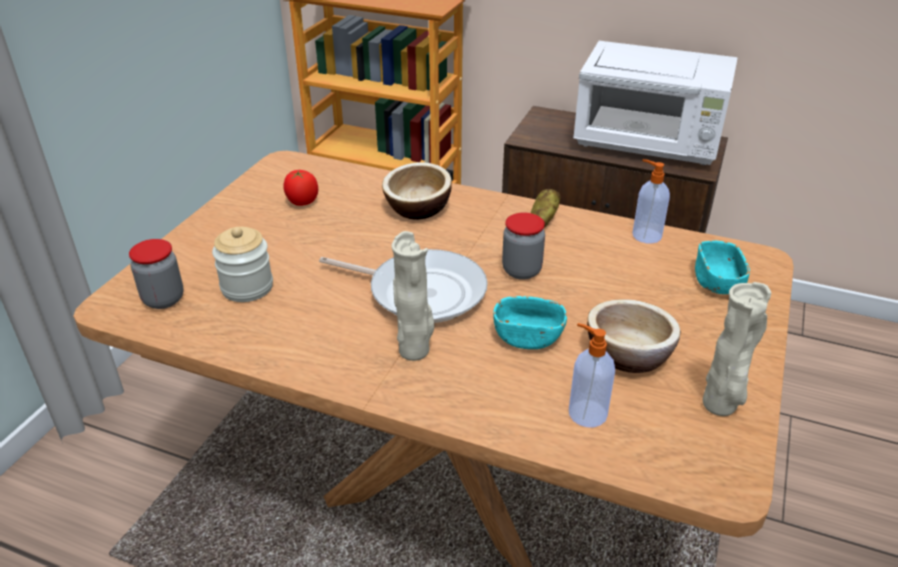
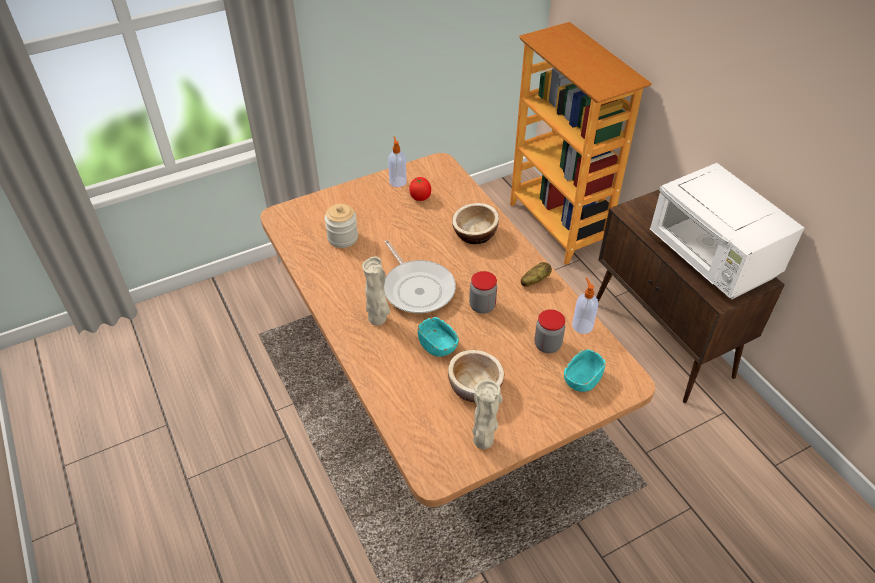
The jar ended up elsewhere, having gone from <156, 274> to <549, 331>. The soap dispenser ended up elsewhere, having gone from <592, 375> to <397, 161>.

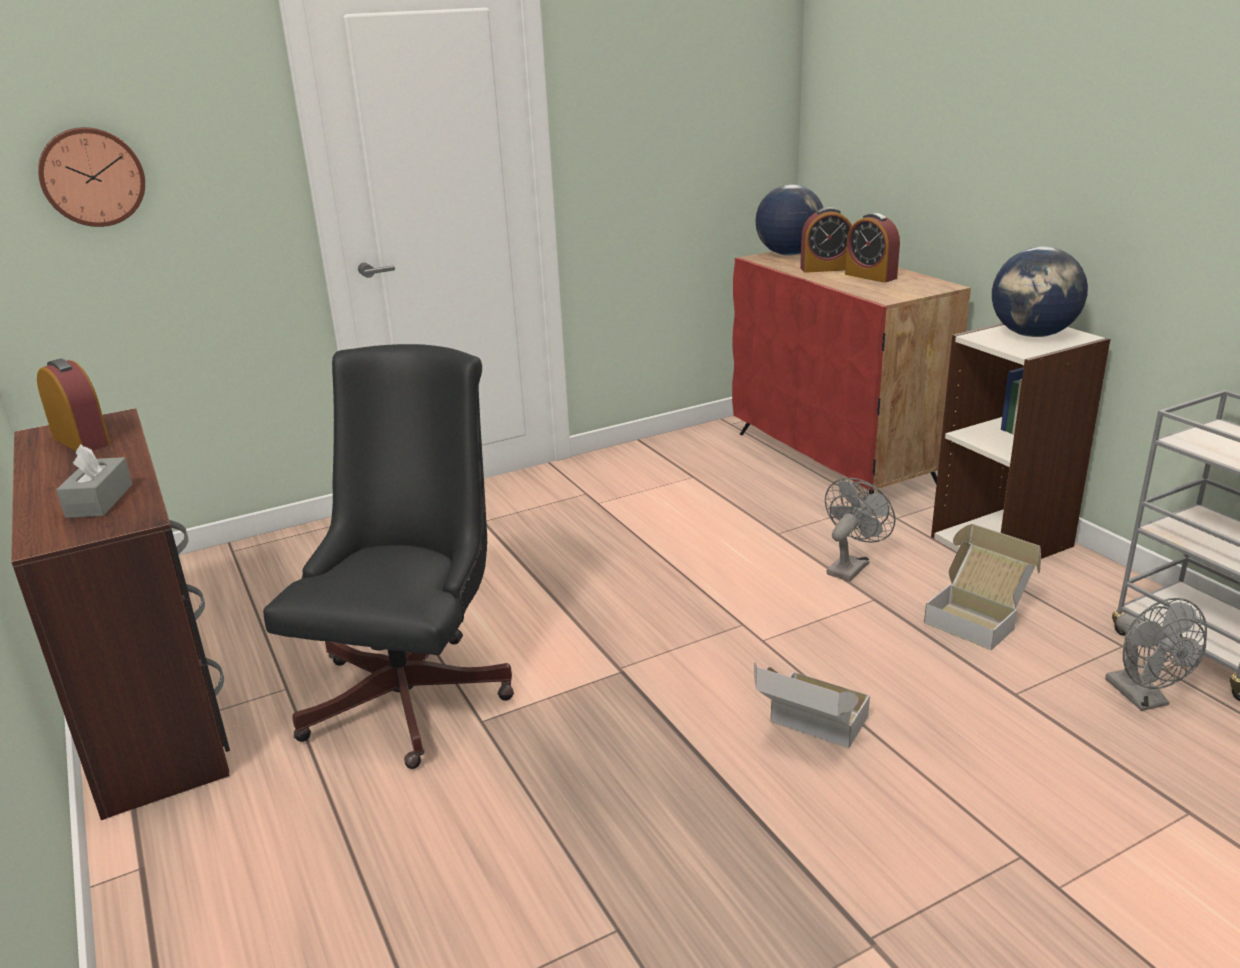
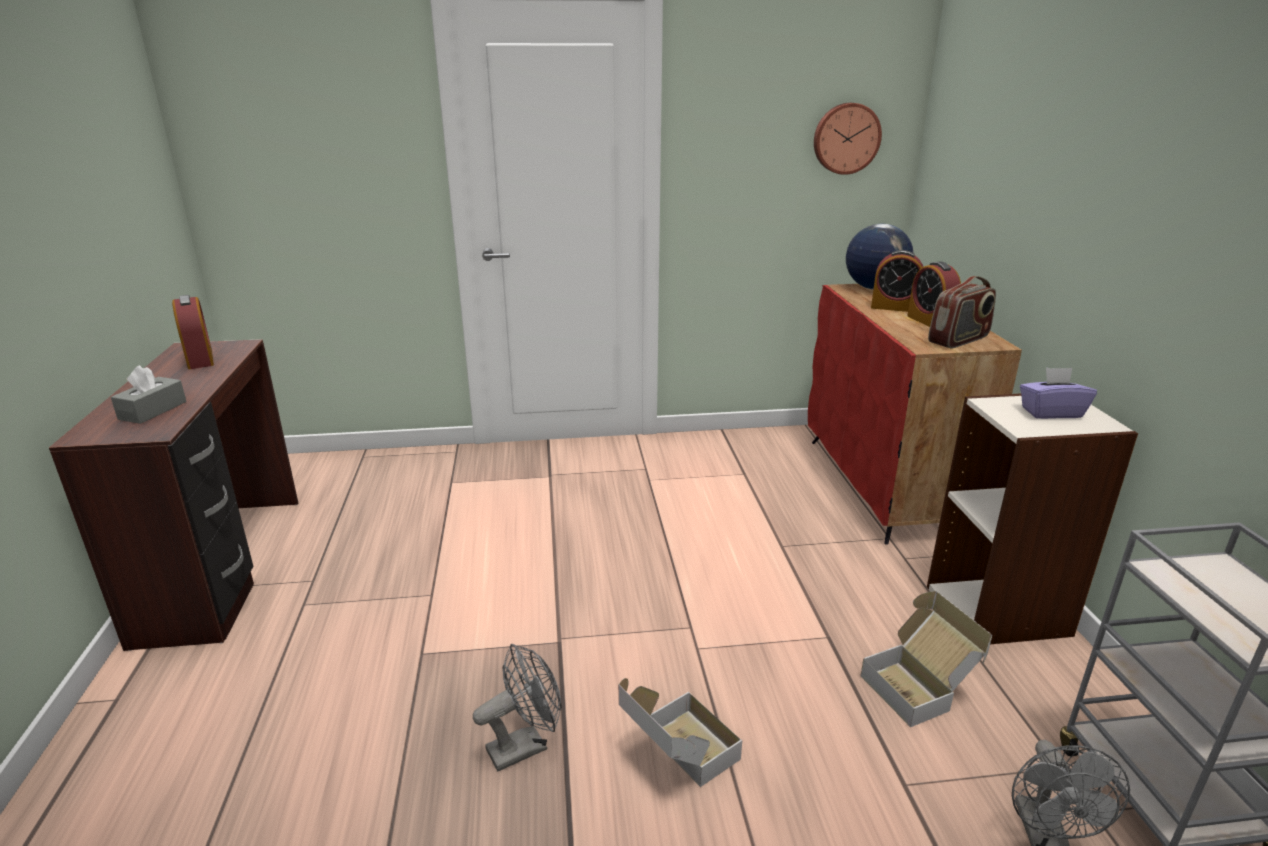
The wall clock ended up elsewhere, having gone from <91, 177> to <848, 139>. The second view lost the black office chair at <388, 556>. The grey fan ended up elsewhere, having gone from <860, 530> to <517, 707>. Where the globe stood at <1040, 292>, the purple tissue box came to stand at <1058, 393>. The second view gained the radio at <962, 312>.

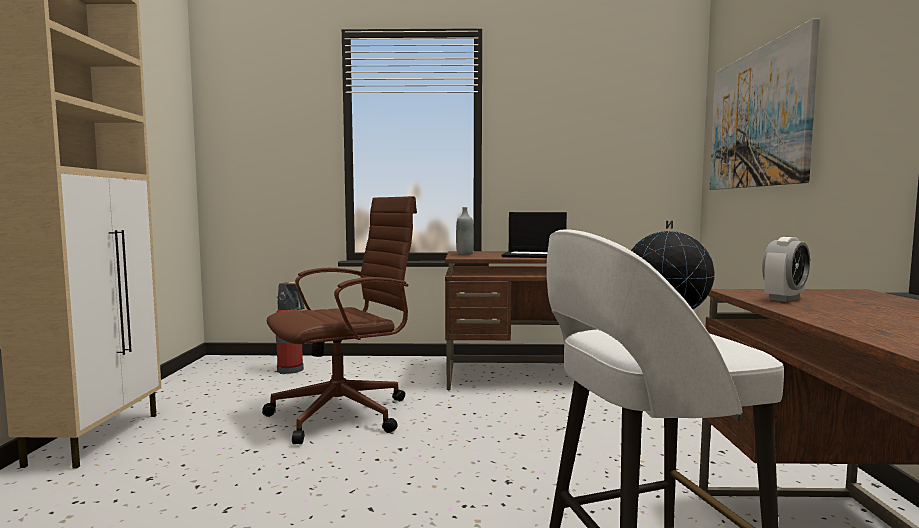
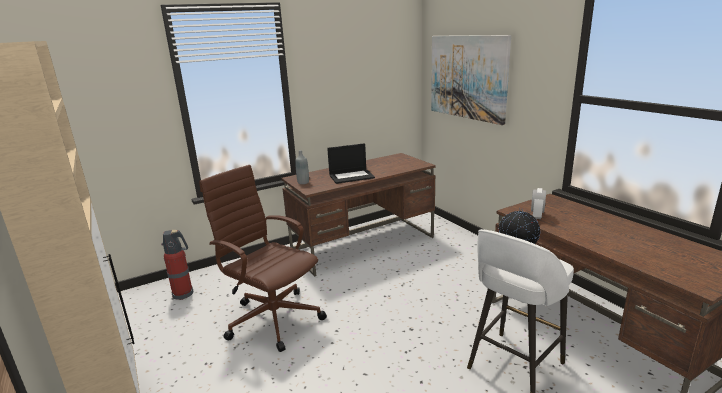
The brown office chair at <339, 320> ended up facing another way, 75 degrees counterclockwise from before.

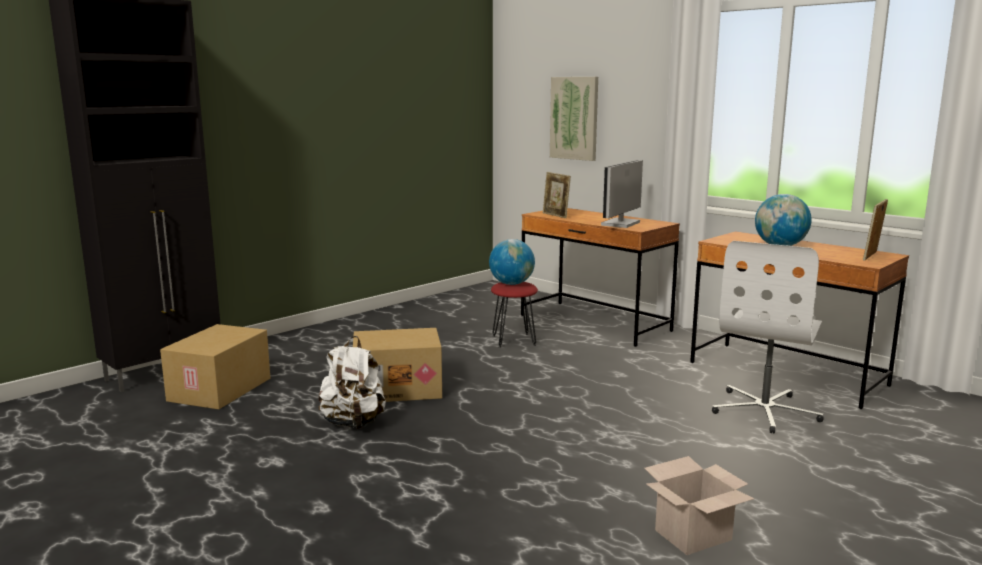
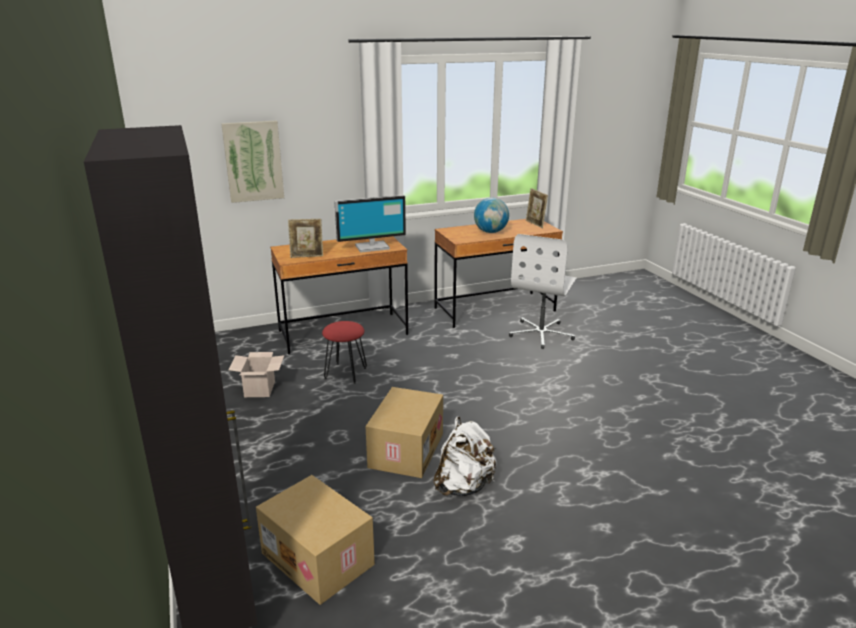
The second view lost the globe at <512, 262>. The monitor at <622, 194> ended up facing another way, 75 degrees counterclockwise from before. The cardboard box ended up elsewhere, having gone from <699, 505> to <256, 374>. The white office chair at <768, 337> ended up facing another way, 60 degrees clockwise from before.

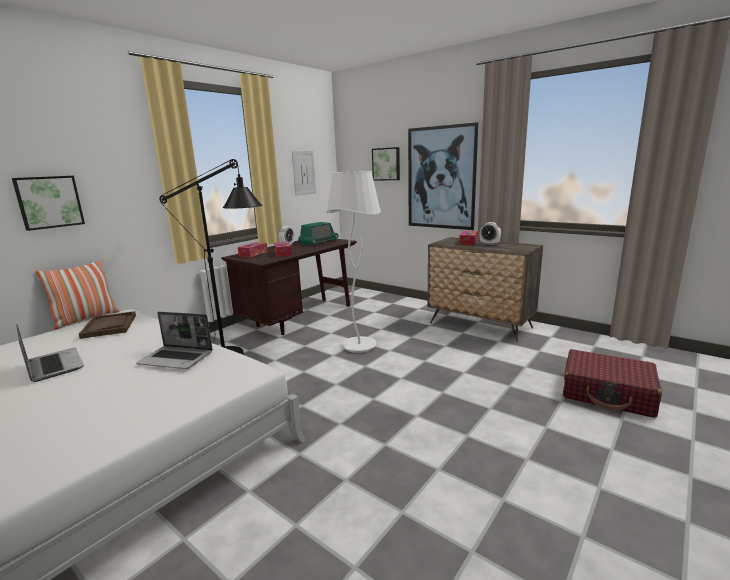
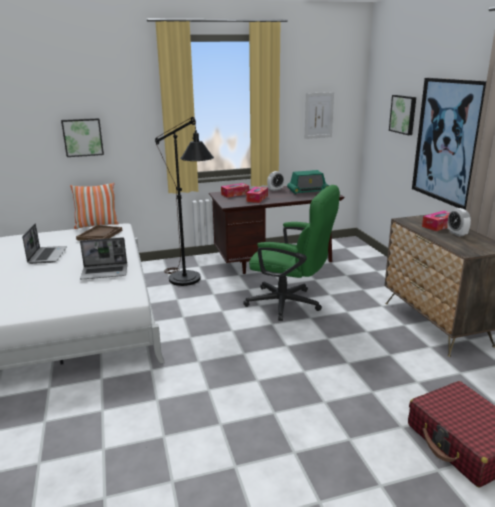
The laptop at <174, 340> ended up facing another way, 60 degrees counterclockwise from before. Where the white floor lamp stood at <354, 262>, the green office chair came to stand at <291, 253>.

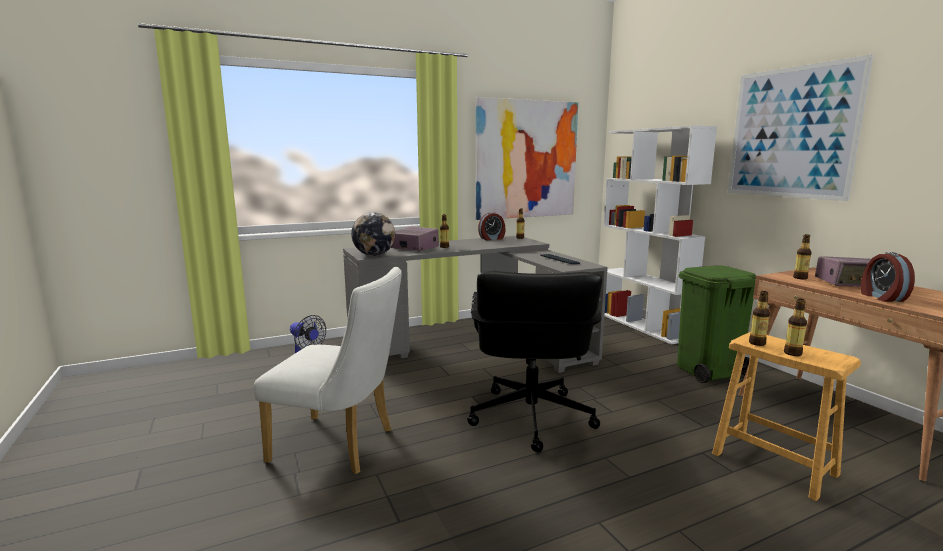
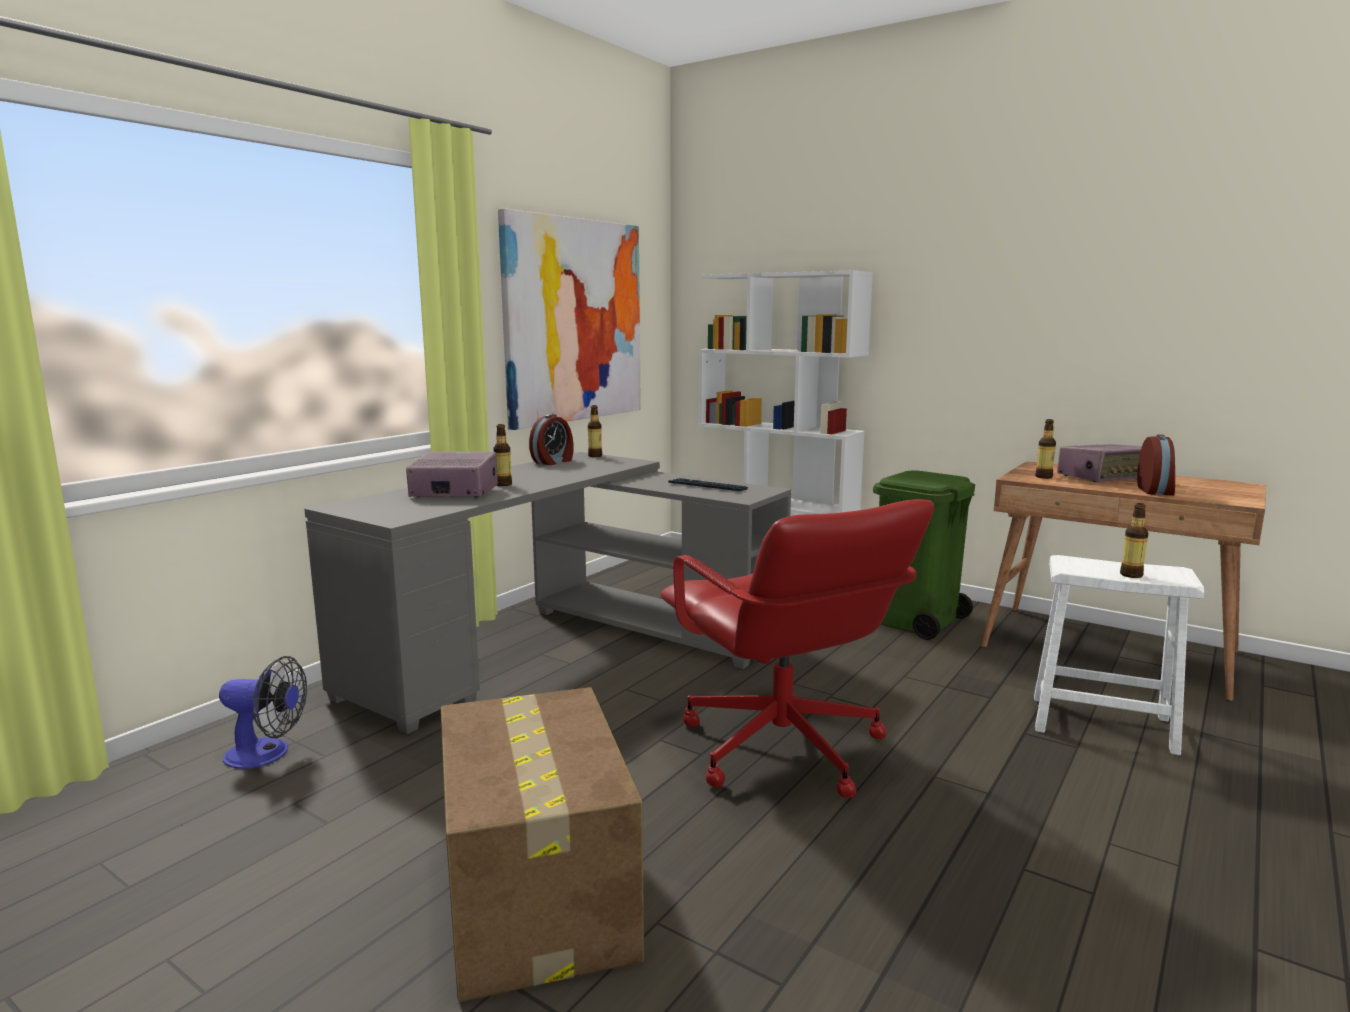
Where the white chair stood at <328, 370>, the cardboard box came to stand at <542, 844>. The second view lost the globe at <373, 234>. What was the black office chair at <534, 361> turned into the red office chair at <797, 648>. What was the brown stool at <786, 416> turned into the white stool at <1119, 655>. The second view lost the picture at <800, 128>. The second view lost the bottle at <759, 318>. The alarm clock at <888, 277> ended up facing another way, 135 degrees counterclockwise from before.

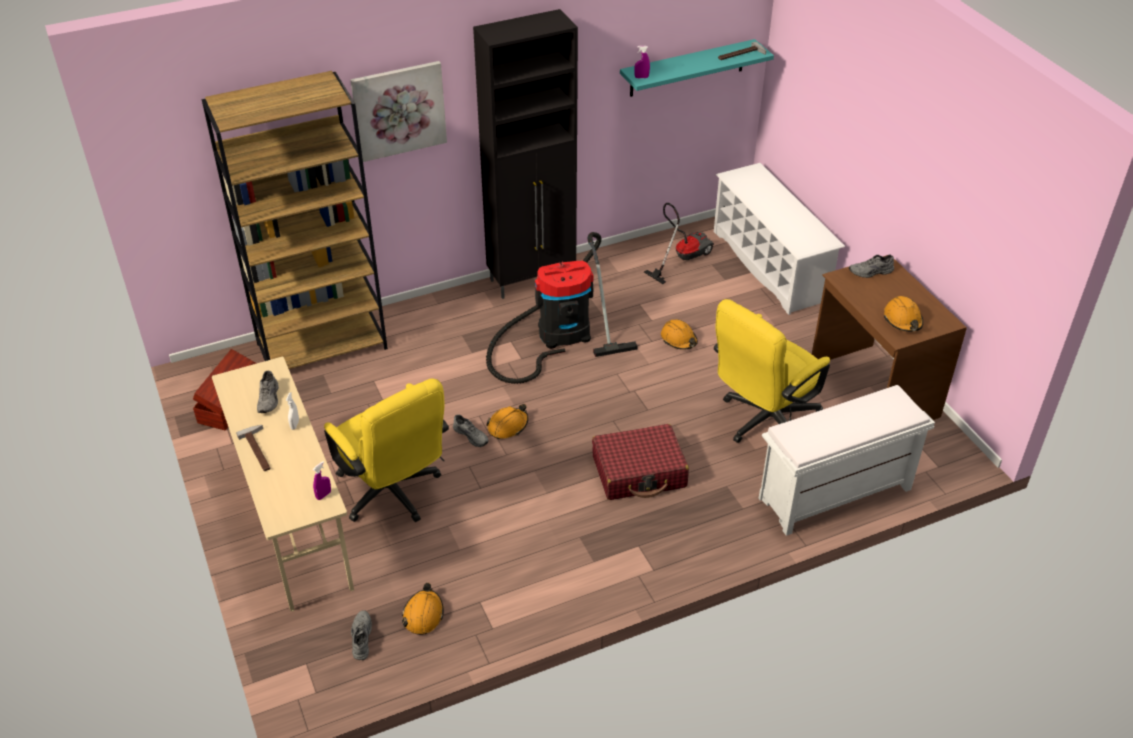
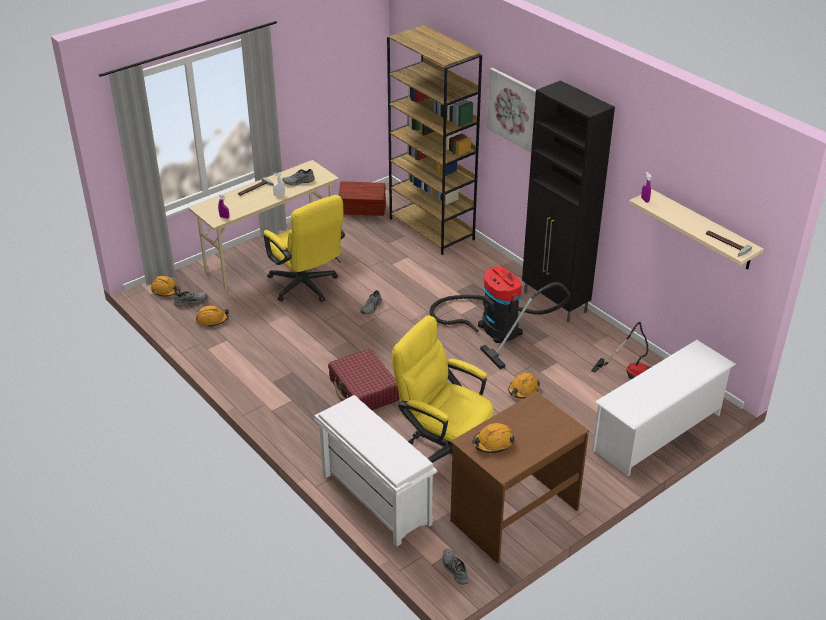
The yellow office chair at <386, 450> ended up facing another way, 75 degrees counterclockwise from before. The orange hard hat ended up elsewhere, having gone from <507, 421> to <165, 286>. What was the turquoise shelf at <697, 68> turned into the beige shelf at <696, 229>. The grey shoe ended up elsewhere, having gone from <871, 266> to <455, 566>.

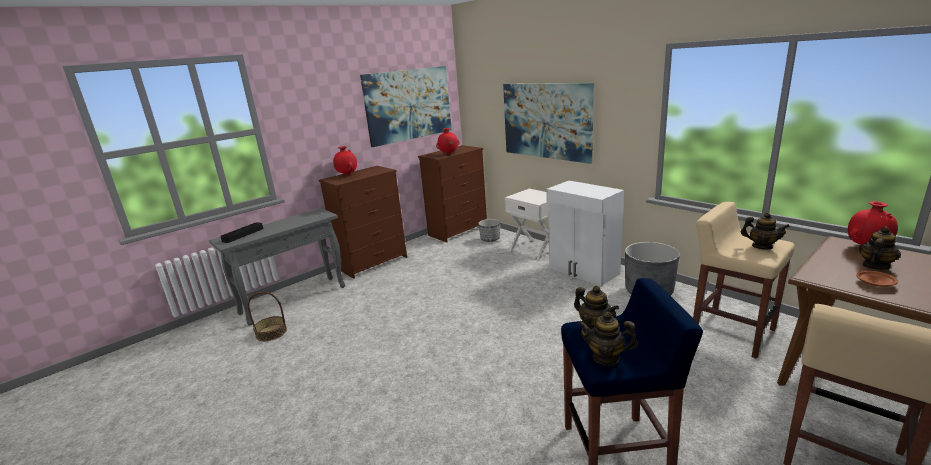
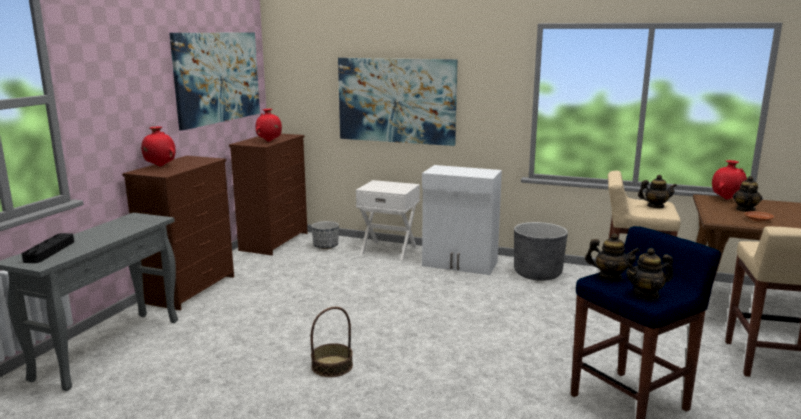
The basket ended up elsewhere, having gone from <267, 316> to <332, 342>.

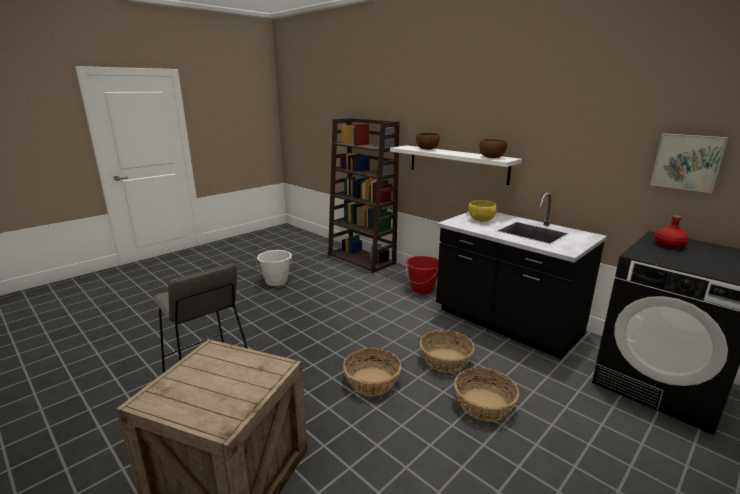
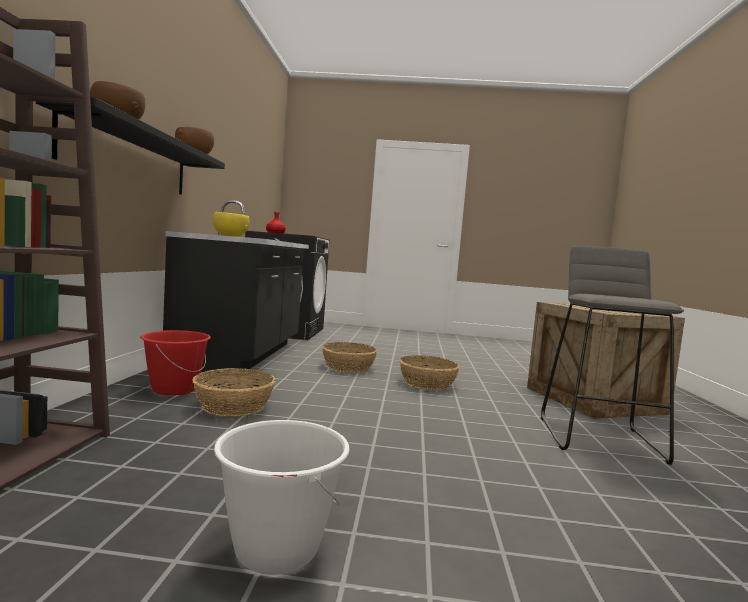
What was the white shelf at <456, 165> turned into the black shelf at <130, 146>. The basket ended up elsewhere, having gone from <486, 394> to <234, 392>. The second view lost the picture at <689, 163>.

